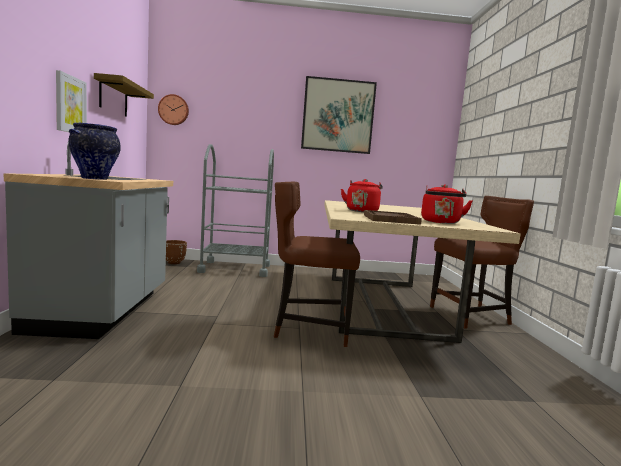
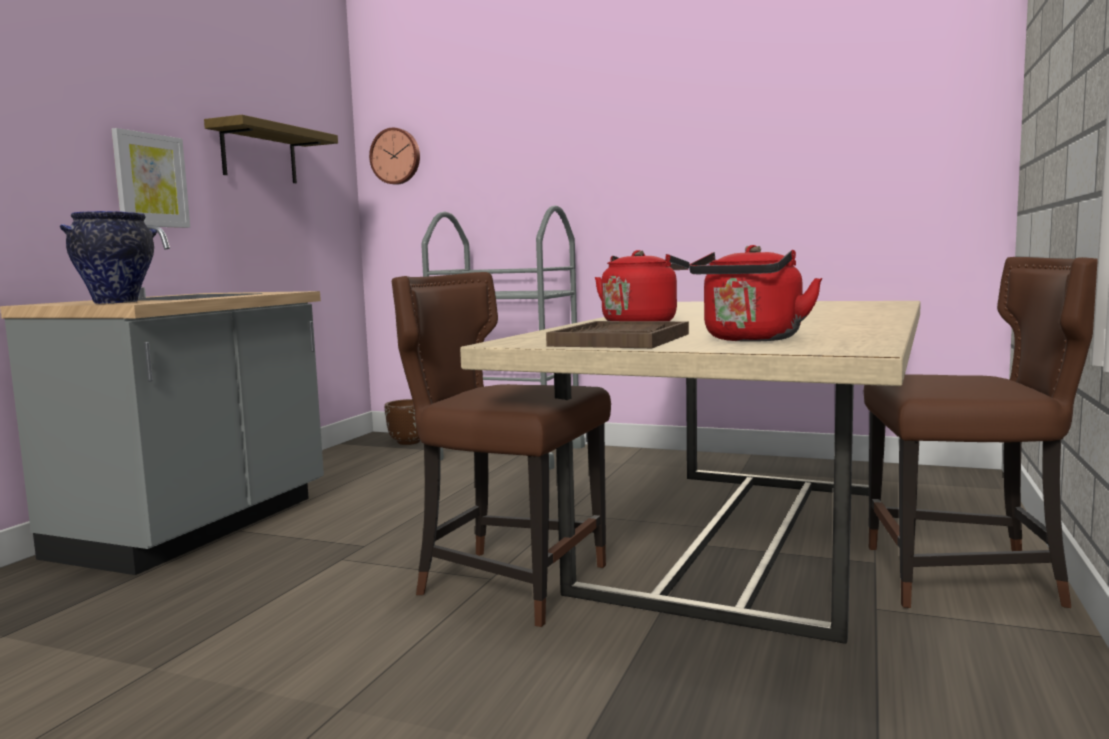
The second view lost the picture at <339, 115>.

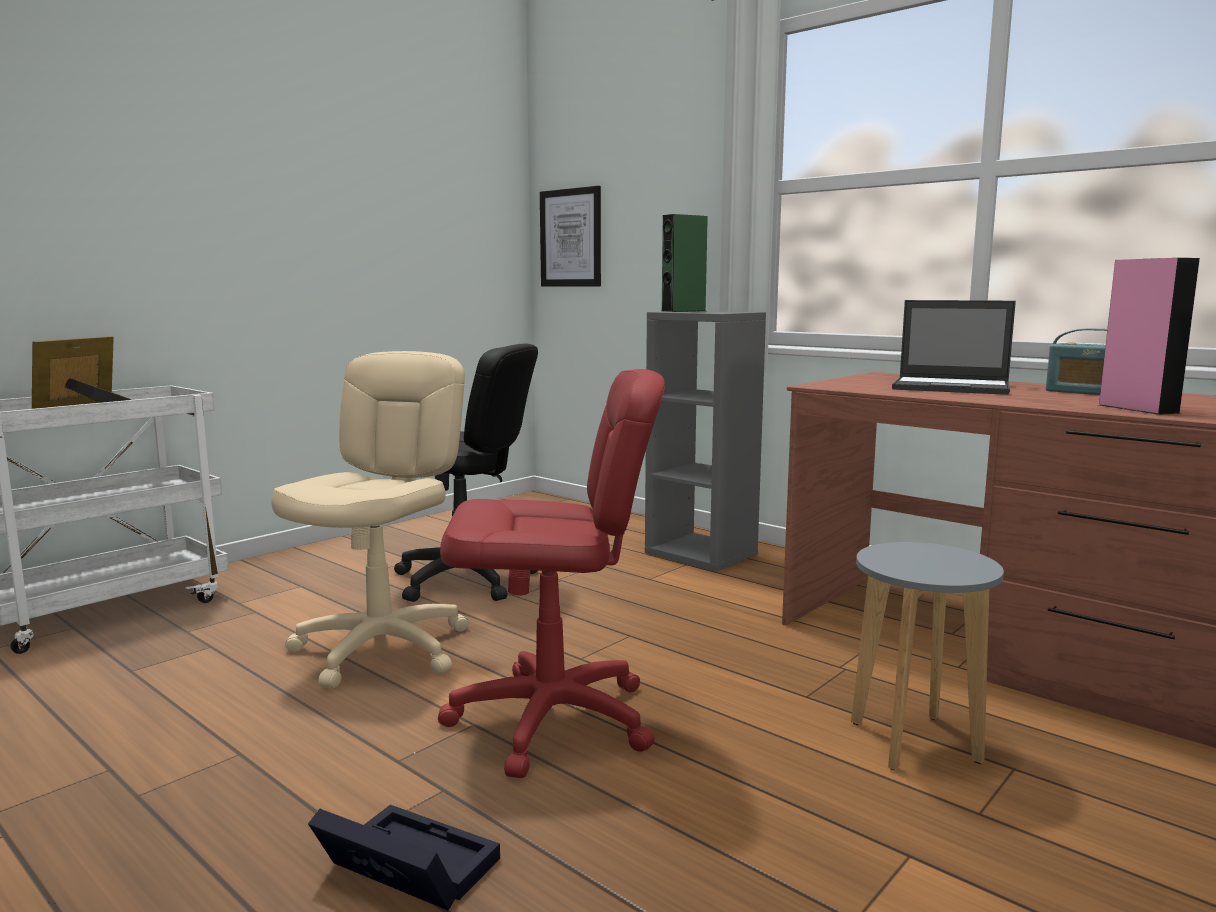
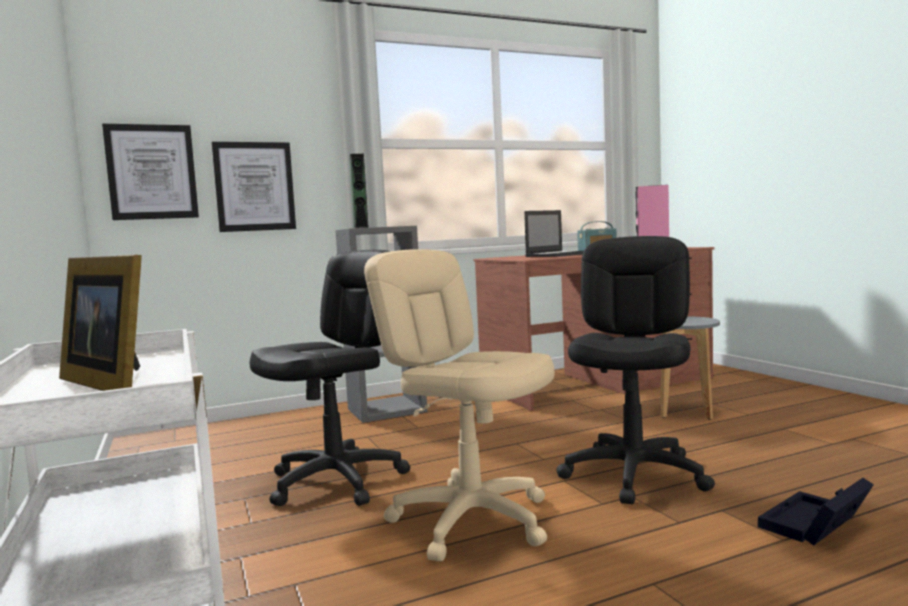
What was the red office chair at <551, 573> turned into the black office chair at <635, 370>. The second view gained the picture at <254, 187>.

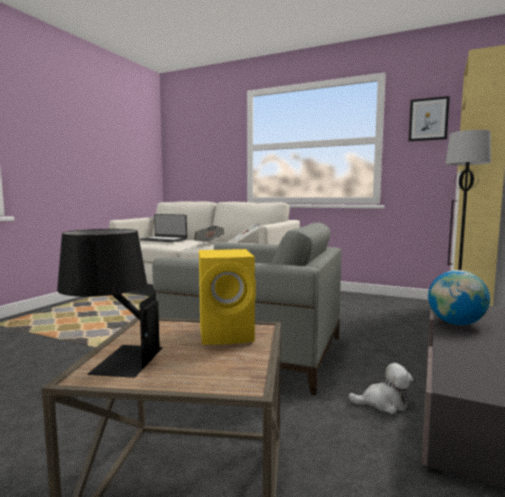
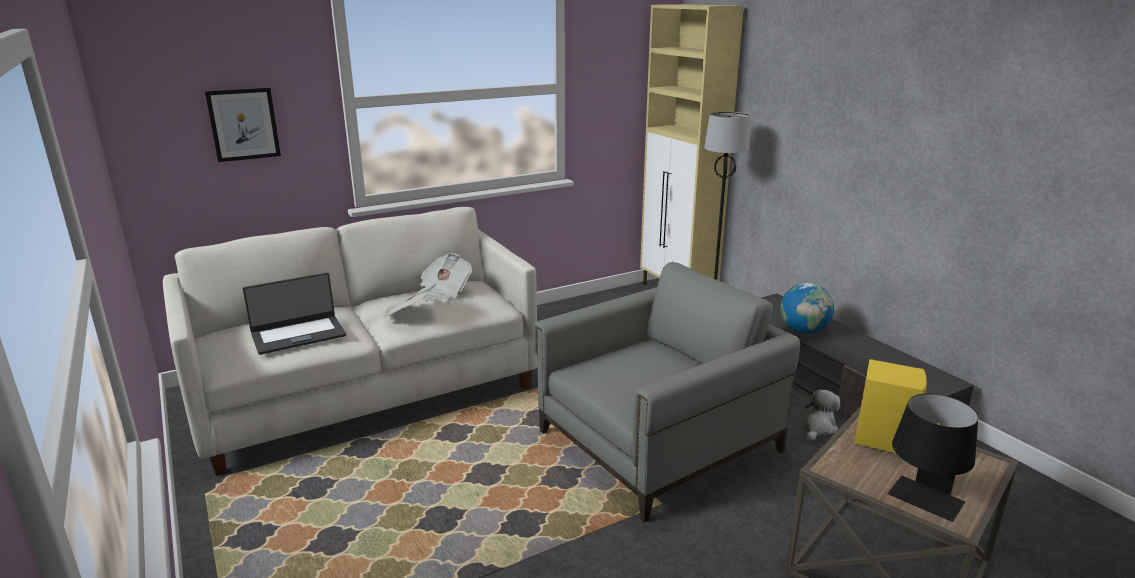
The picture ended up elsewhere, having gone from <429, 118> to <243, 125>.

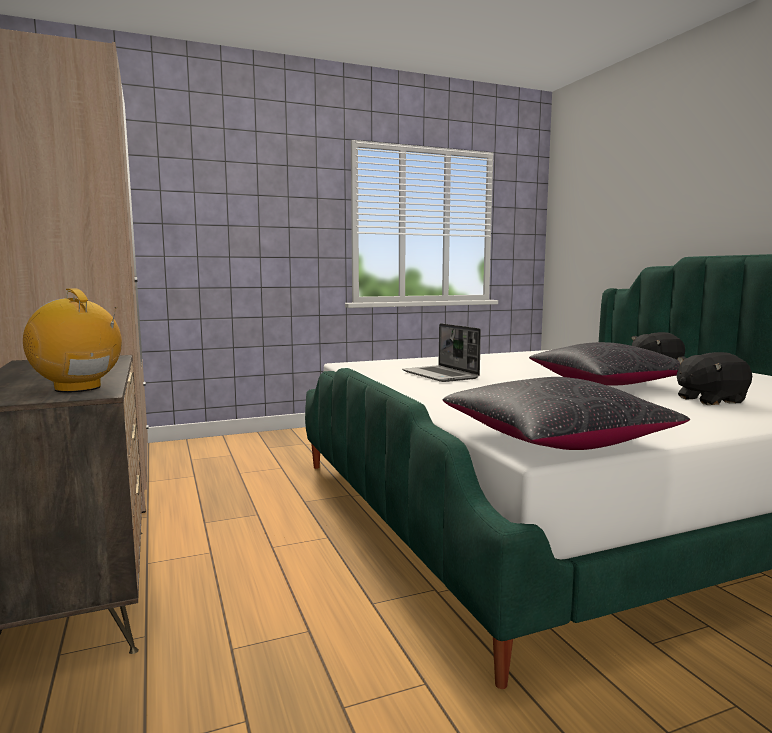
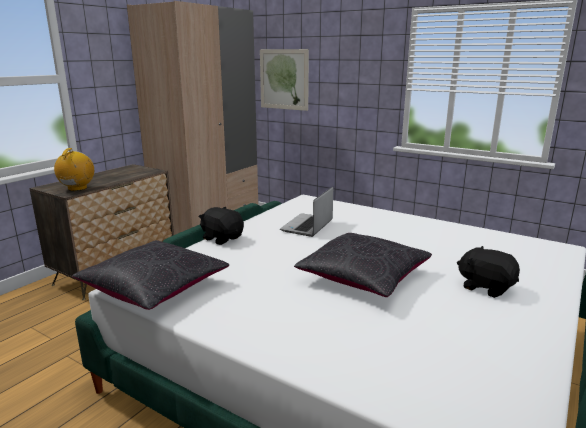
The black plush toy ended up elsewhere, having gone from <714, 378> to <221, 226>. The second view gained the picture at <284, 80>.

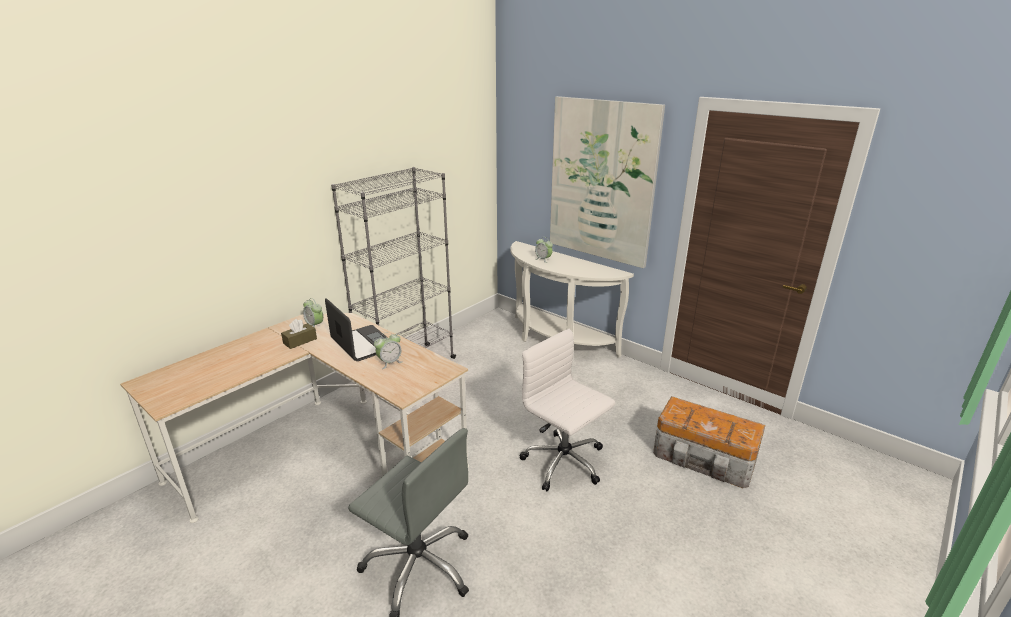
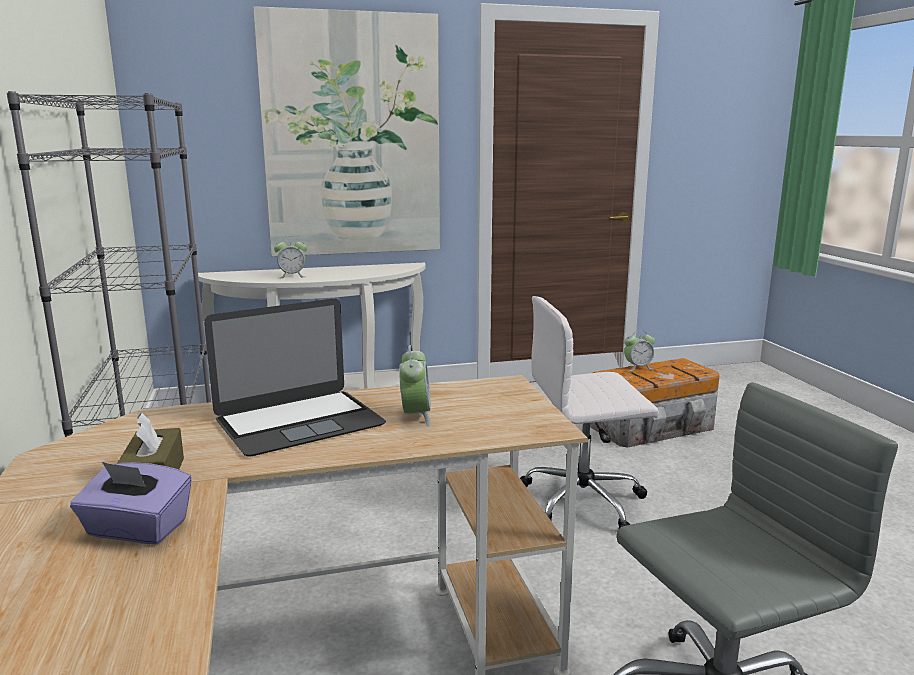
The alarm clock ended up elsewhere, having gone from <313, 313> to <639, 350>. The laptop at <356, 329> ended up facing another way, 150 degrees clockwise from before. The second view gained the purple tissue box at <131, 503>.

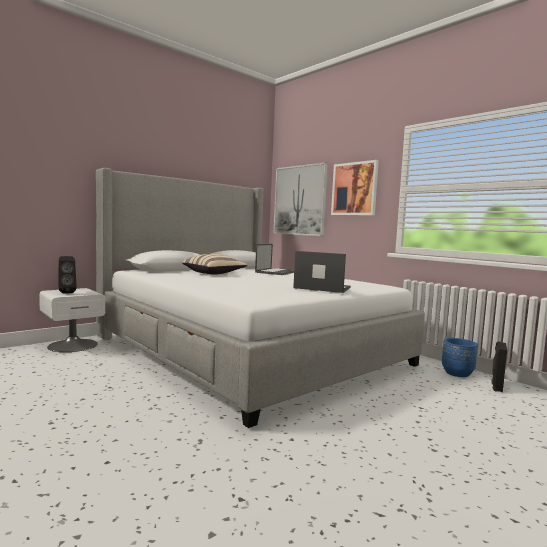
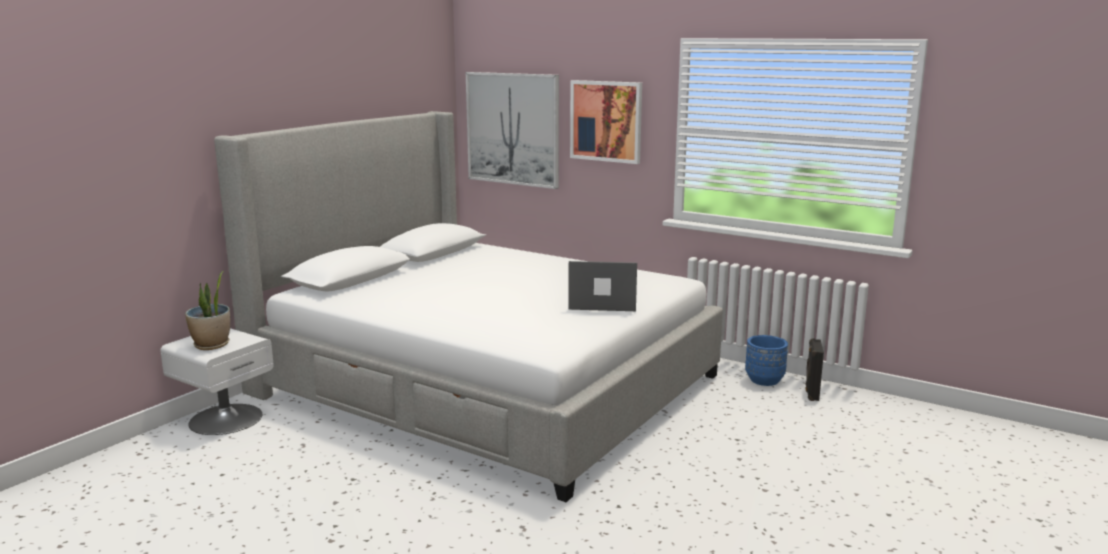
Where the black speaker stood at <68, 275>, the potted plant came to stand at <207, 310>. The second view lost the beige pillow at <215, 264>. The second view lost the laptop at <274, 259>.

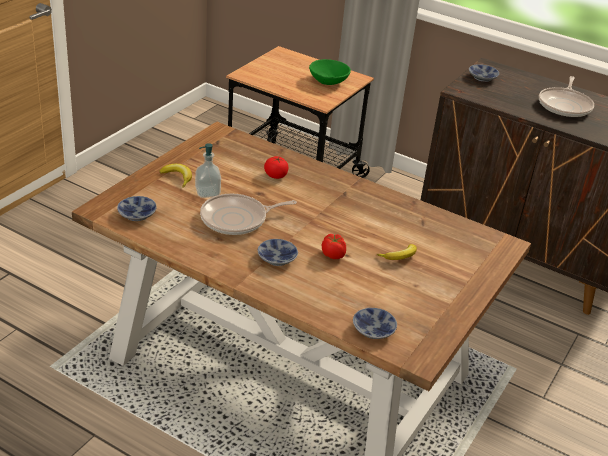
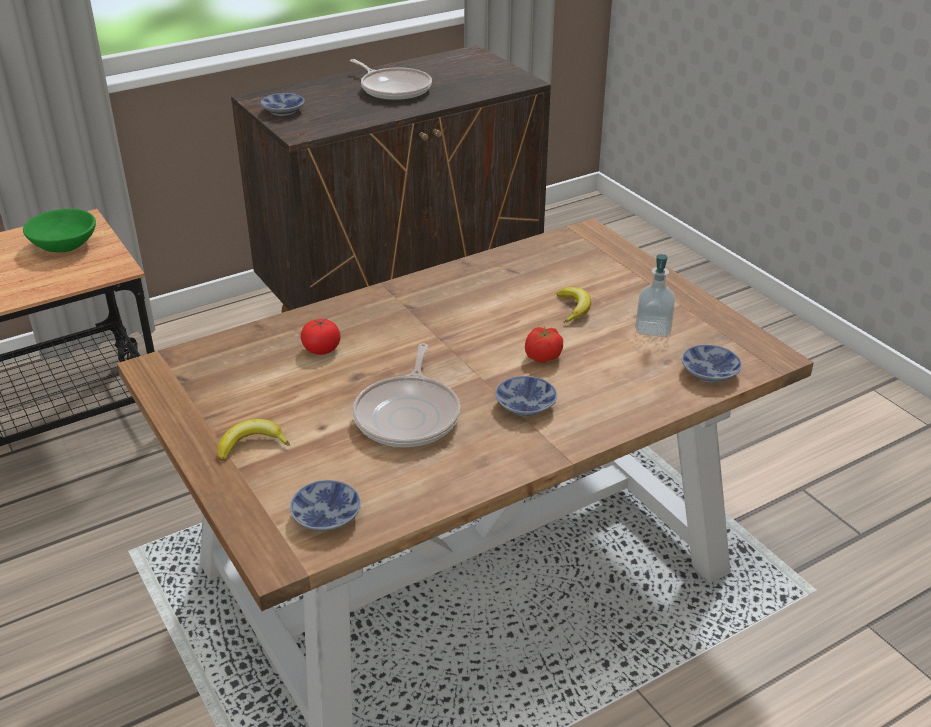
The soap dispenser ended up elsewhere, having gone from <208, 170> to <655, 295>.

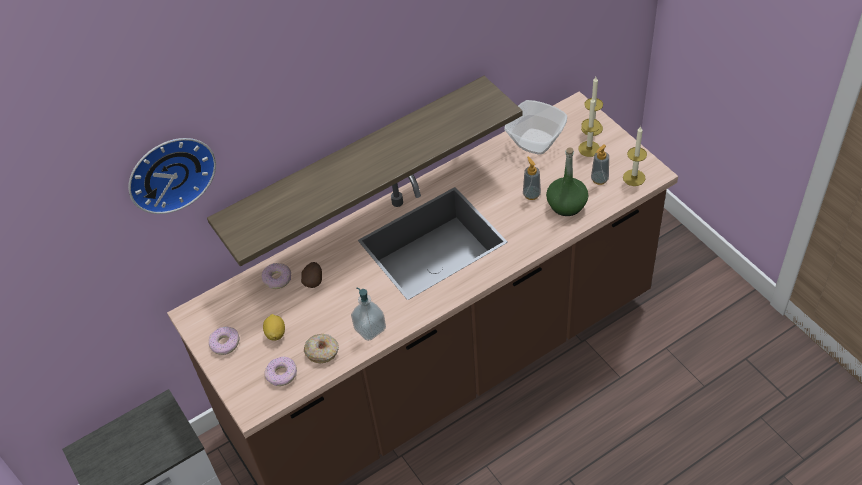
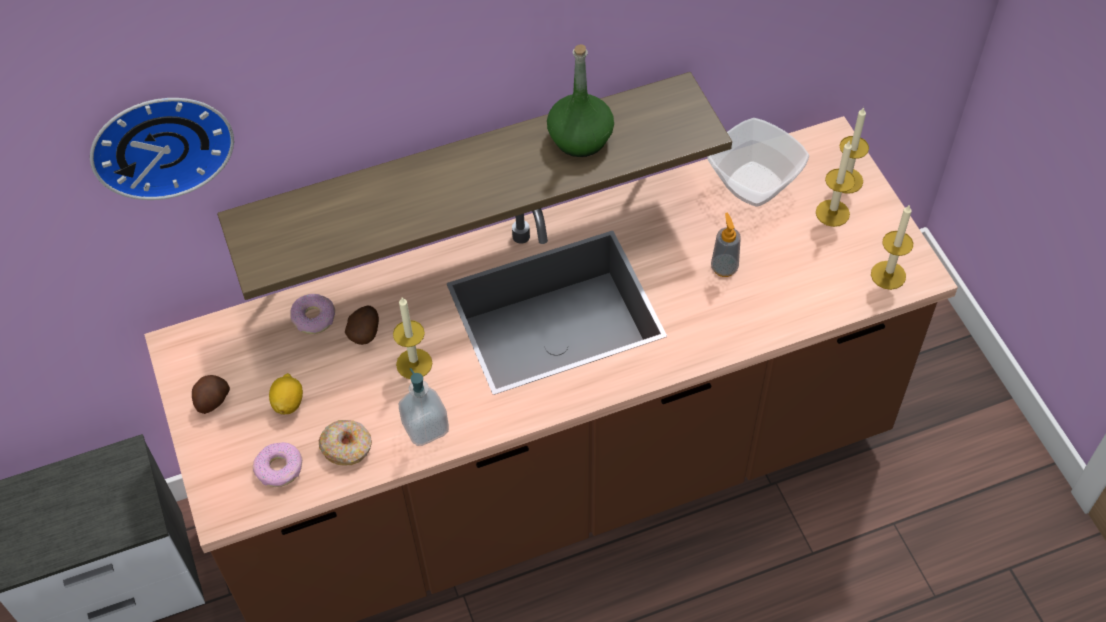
Where the donut stood at <224, 341>, the potato came to stand at <211, 394>. The green bottle ended up elsewhere, having gone from <567, 181> to <580, 100>. The second view lost the soap dispenser at <600, 164>. The second view gained the candle at <412, 338>.

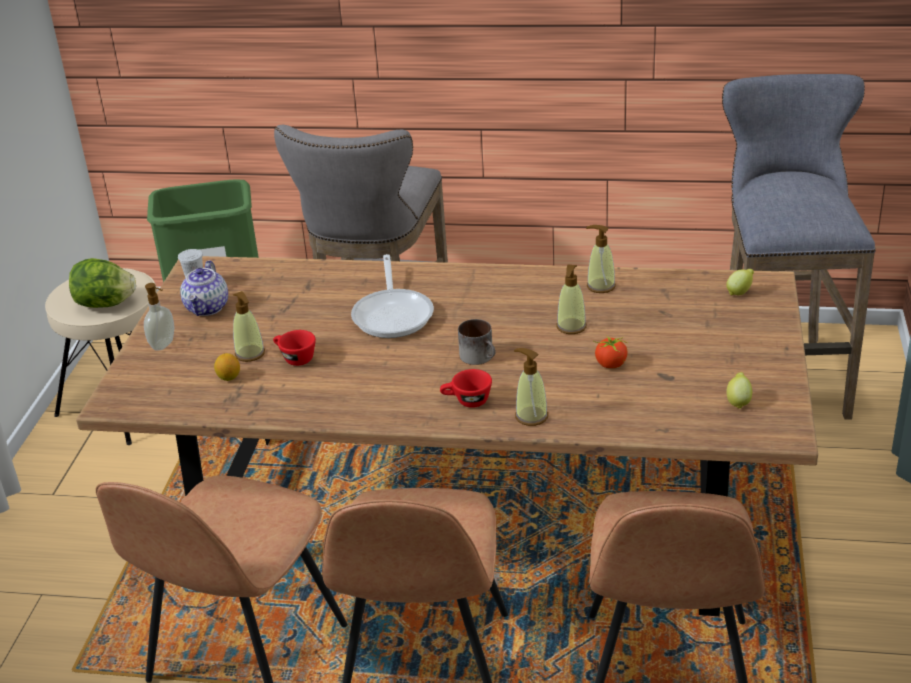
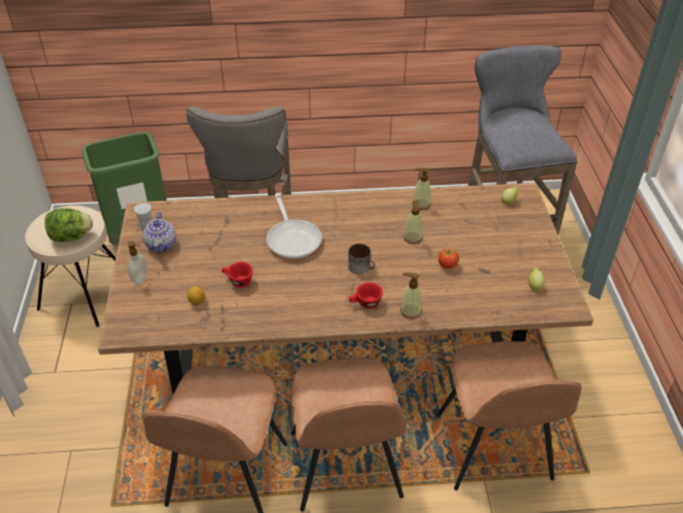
The second view lost the soap dispenser at <249, 326>.

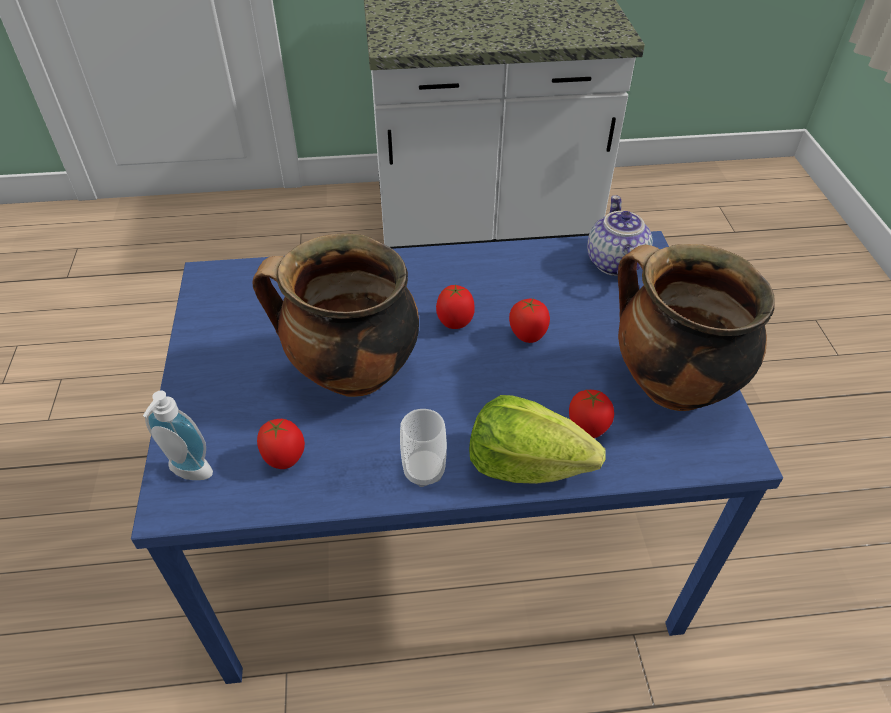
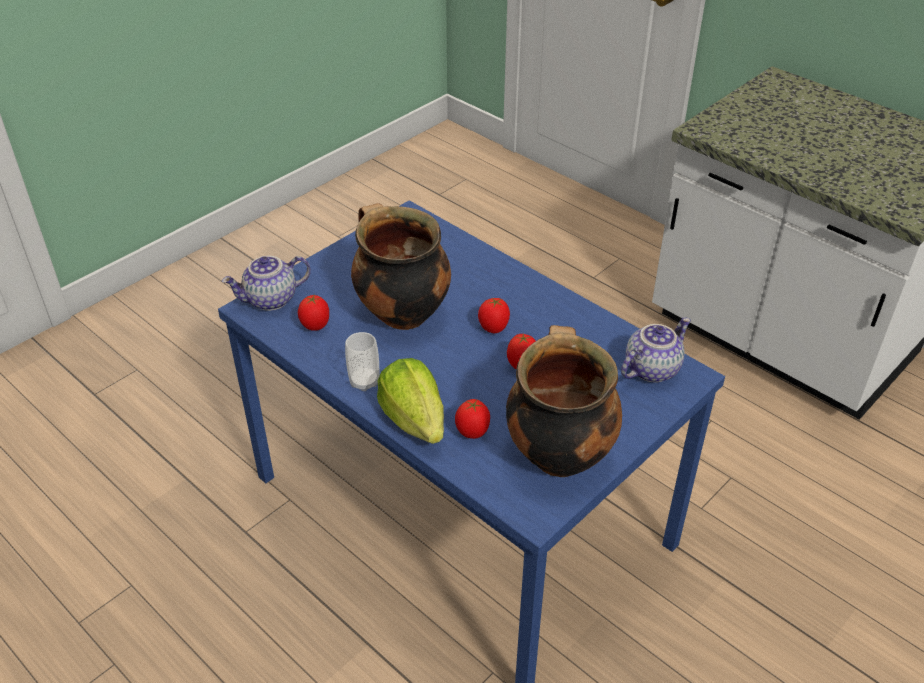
Where the soap dispenser stood at <178, 435>, the teapot came to stand at <266, 283>.

